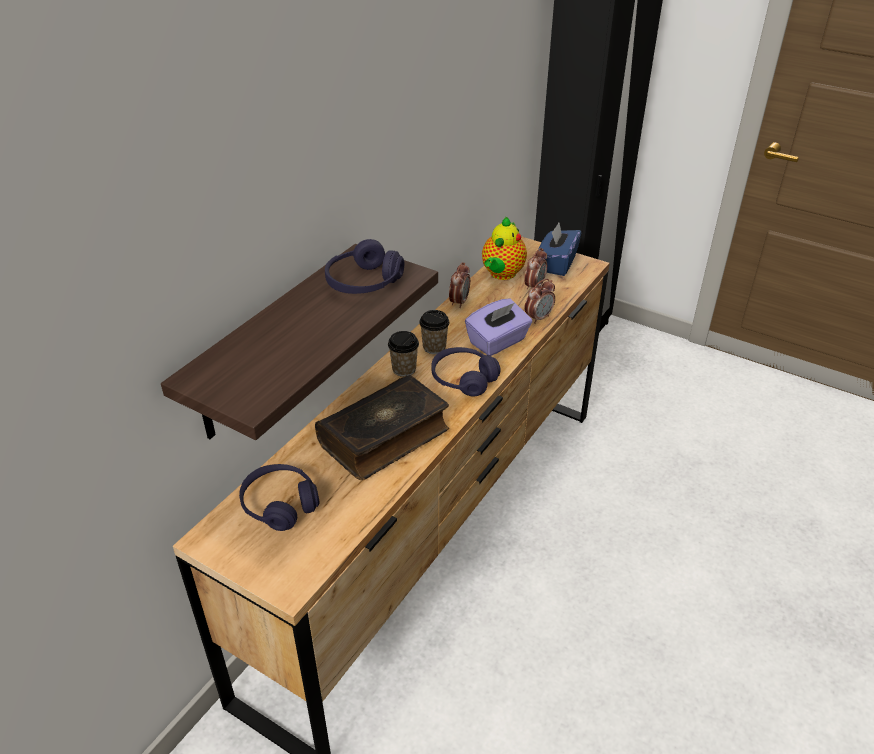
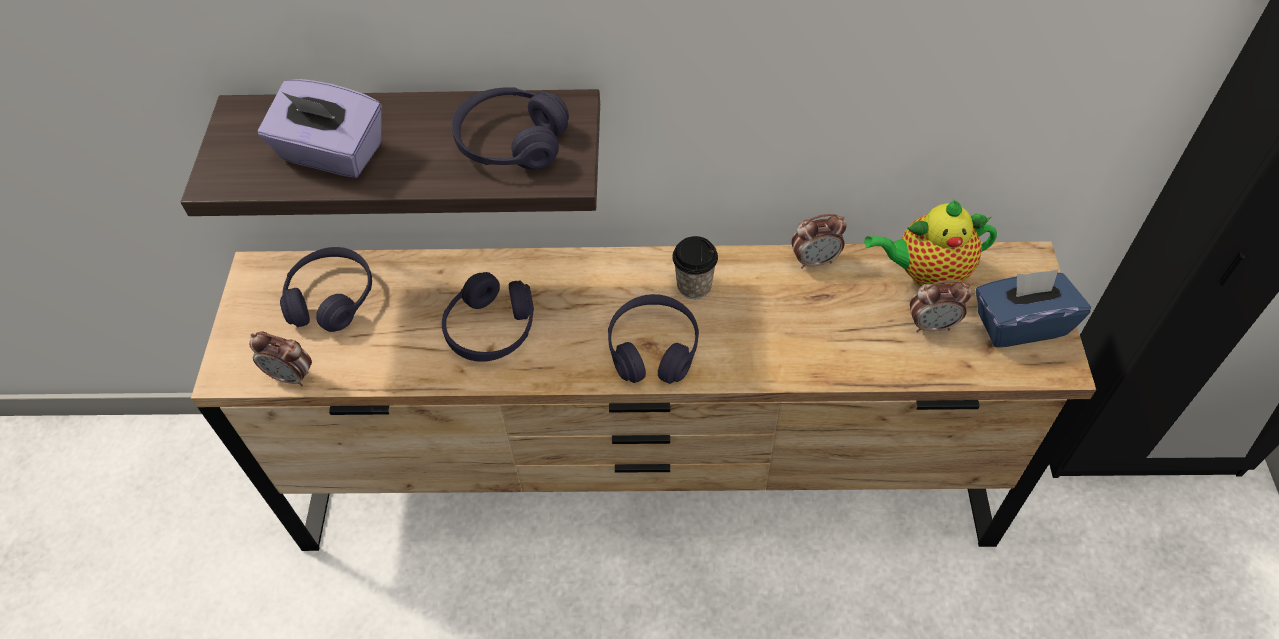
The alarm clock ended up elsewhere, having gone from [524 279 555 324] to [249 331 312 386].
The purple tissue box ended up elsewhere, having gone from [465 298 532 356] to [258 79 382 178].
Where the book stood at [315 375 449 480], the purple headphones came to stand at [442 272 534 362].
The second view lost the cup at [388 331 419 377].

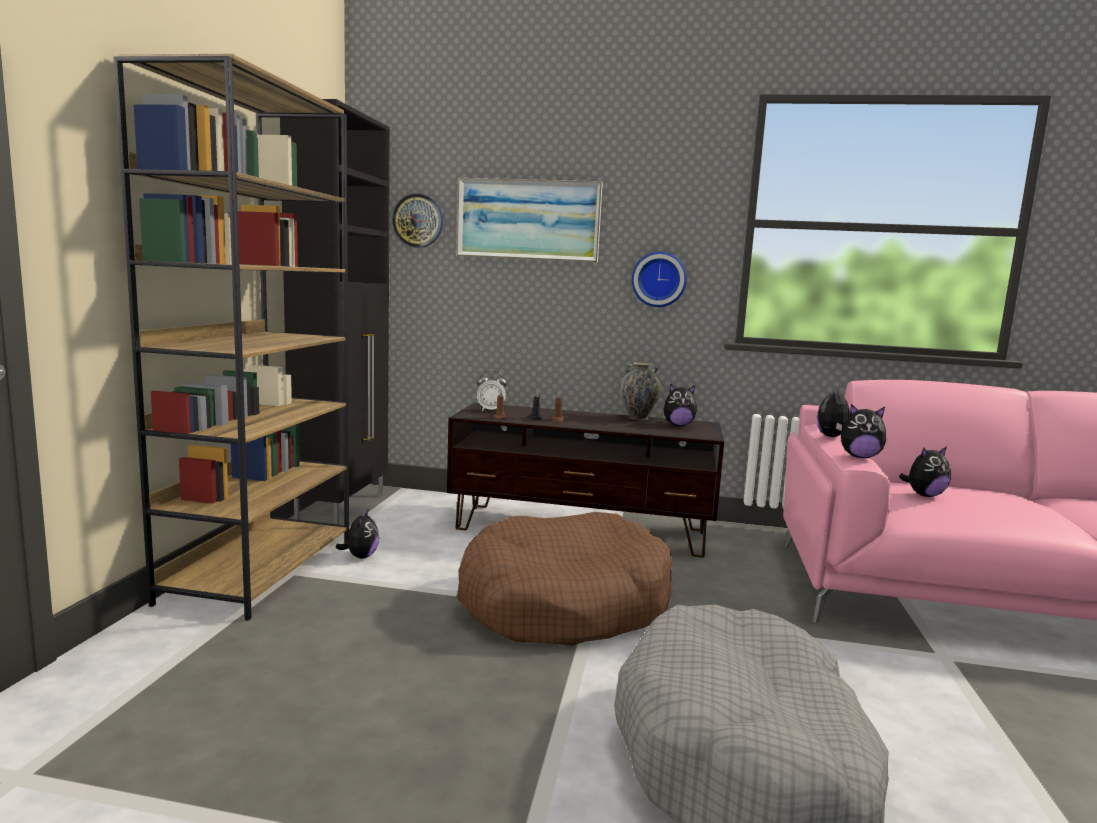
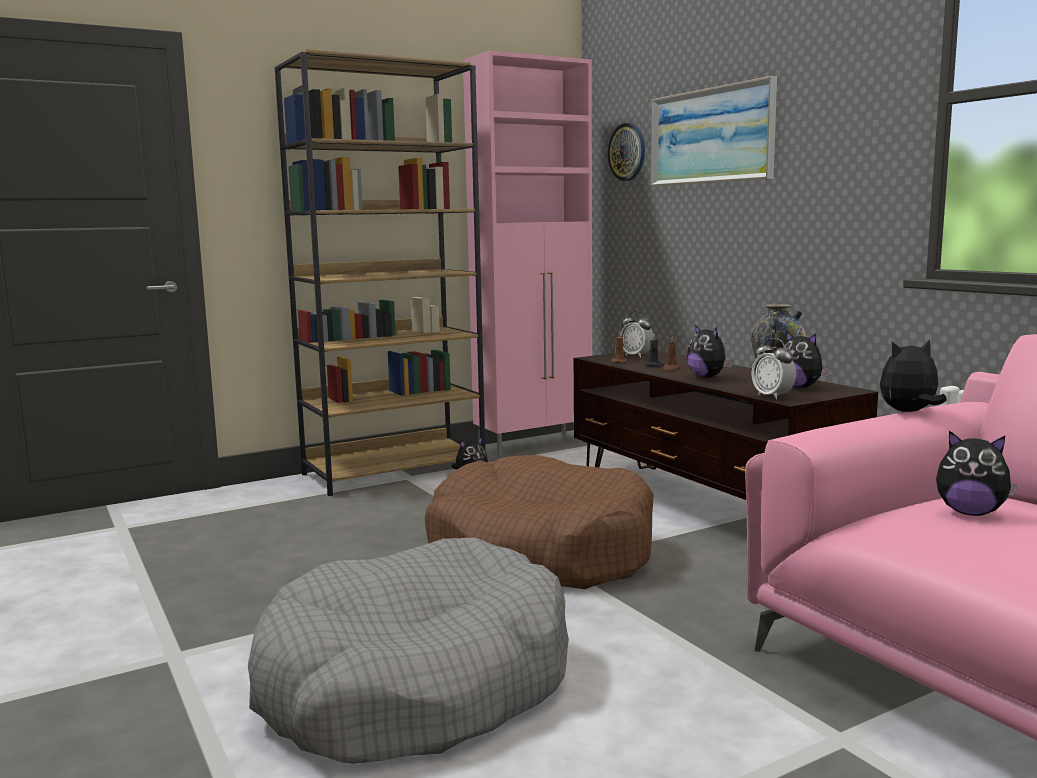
What was the black cabinet at [280 99 390 525] turned into the pink cabinet at [463 50 592 458].
The plush toy ended up elsewhere, having gone from [841 404 886 458] to [687 324 732 378].
The second view gained the alarm clock at [752 338 796 400].
The second view lost the wall clock at [632 252 687 307].

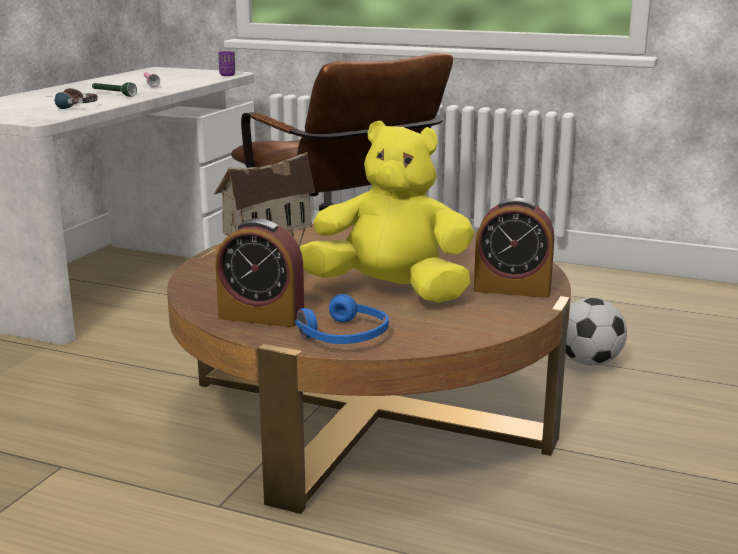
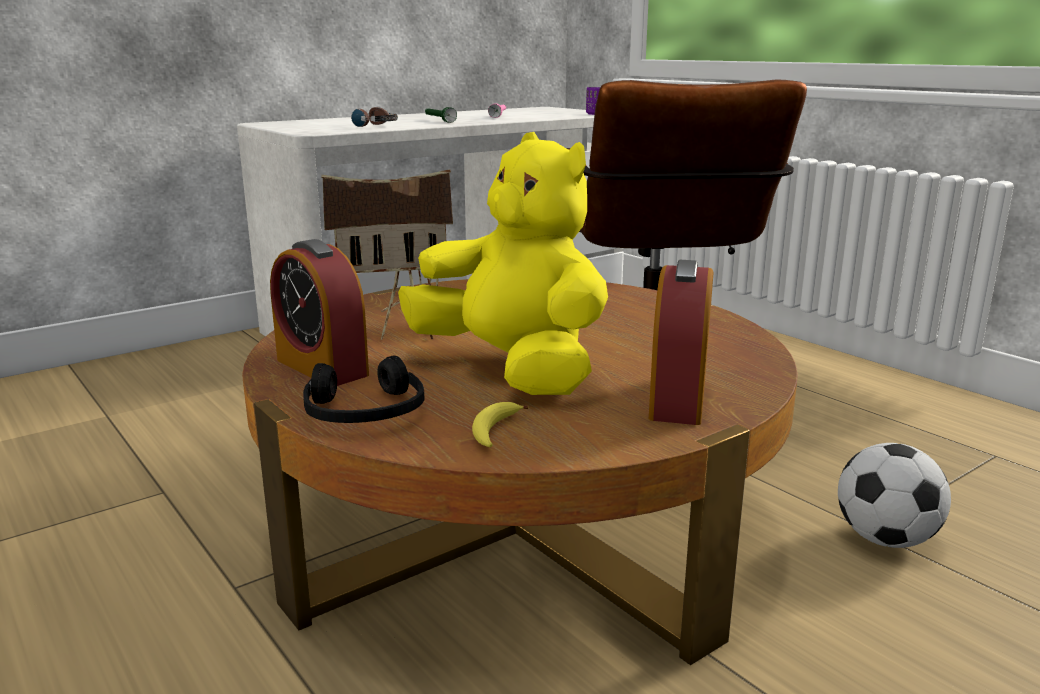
What was the blue headphones at [295 294 389 344] turned into the black headphones at [303 355 424 423].
The second view gained the banana at [472 402 528 447].
The alarm clock at [474 197 554 298] ended up facing another way, 60 degrees clockwise from before.

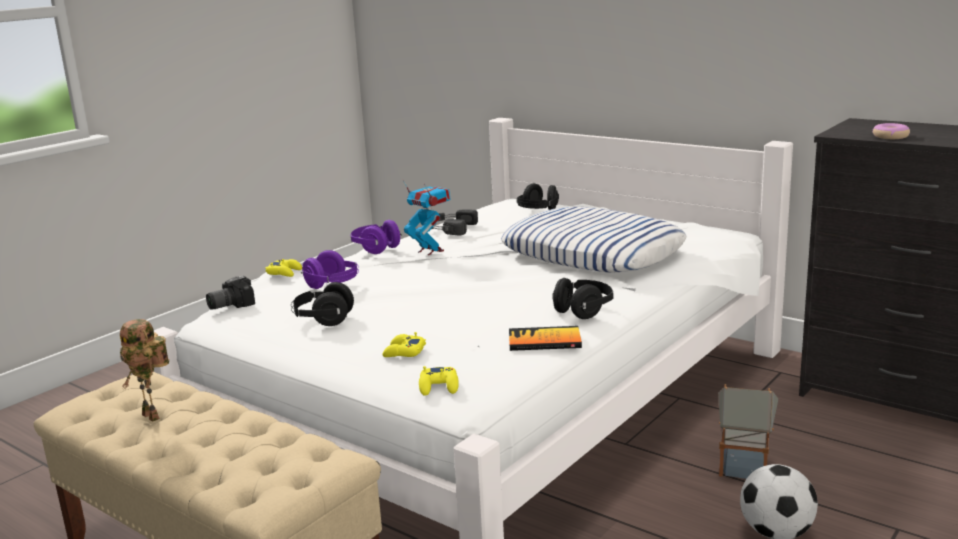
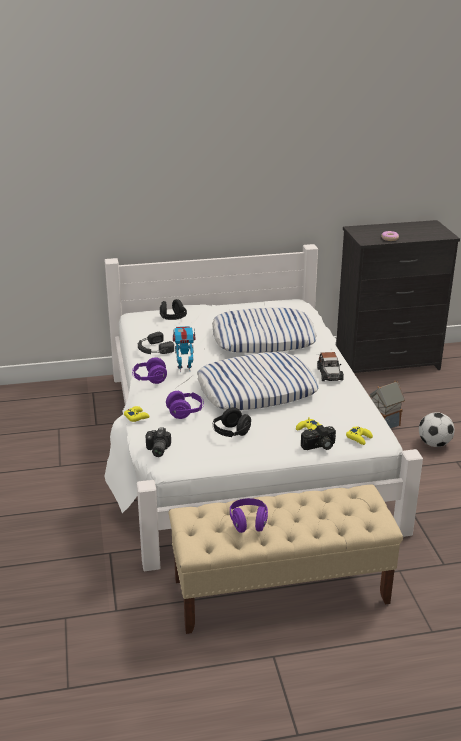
The second view gained the pillow at [197 352 319 410].
Where the toy robot stood at [120 319 169 422], the purple headphones came to stand at [230 498 268 533].
The second view gained the photo camera at [301 425 336 450].
Where the black headphones stood at [552 278 613 319], the toy car came to stand at [317 352 344 381].
The second view lost the book at [509 326 582 351].

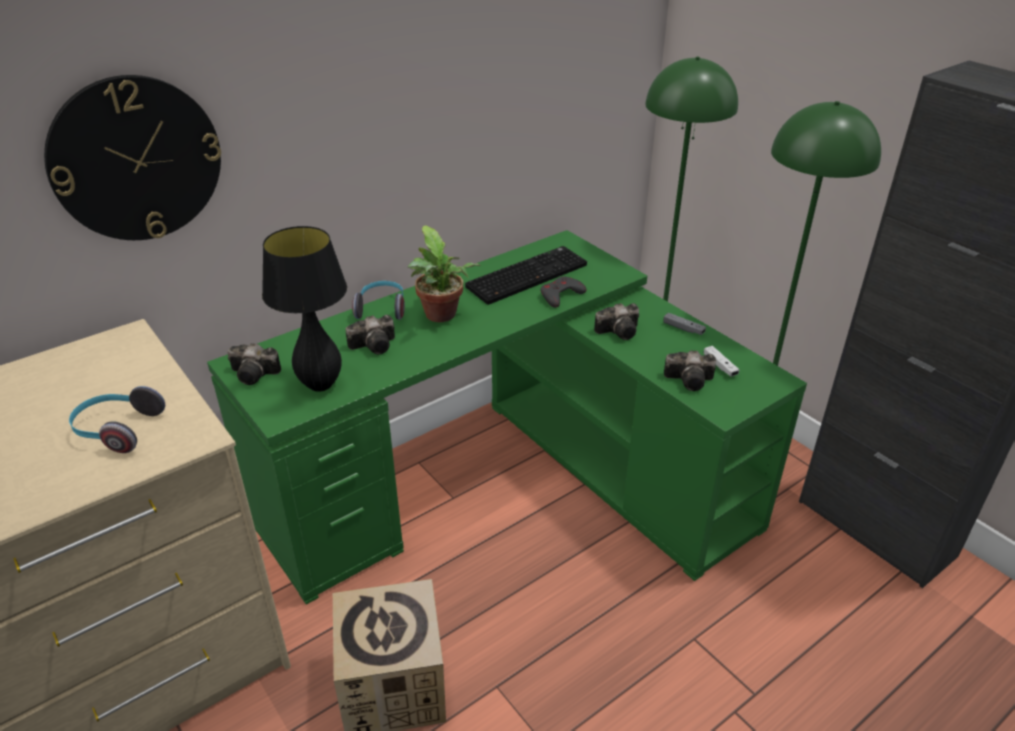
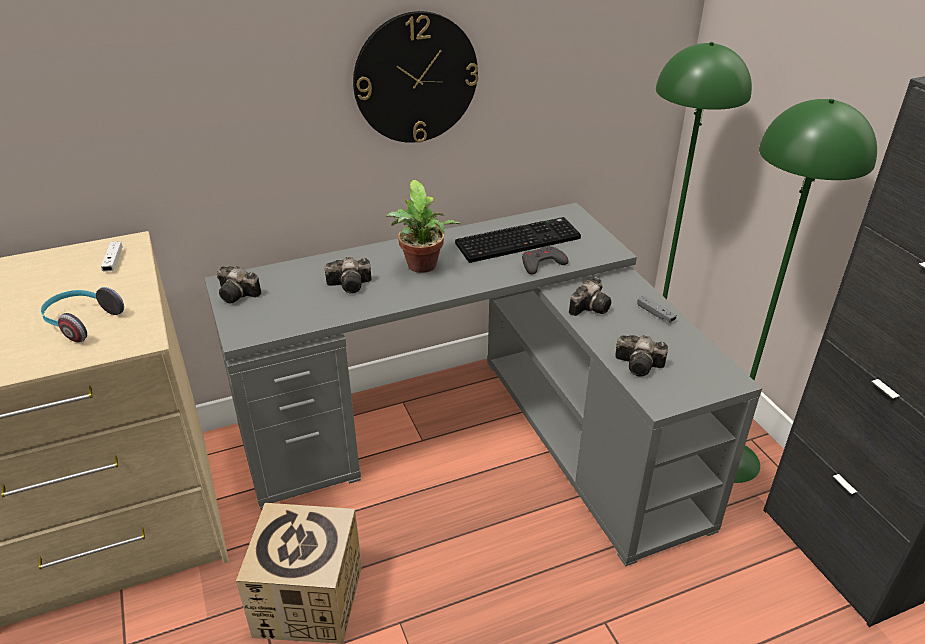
The white game controller ended up elsewhere, having gone from [704 346 740 377] to [101 241 123 272].
What was the green desk at [207 230 807 605] turned into the grey desk at [204 203 762 567].
The wall clock ended up elsewhere, having gone from [44 75 221 240] to [353 11 478 143].
The photo camera at [594 303 639 340] ended up facing another way, 45 degrees counterclockwise from before.
The second view lost the black table lamp at [262 226 347 392].
The second view lost the headphones at [352 281 405 320].

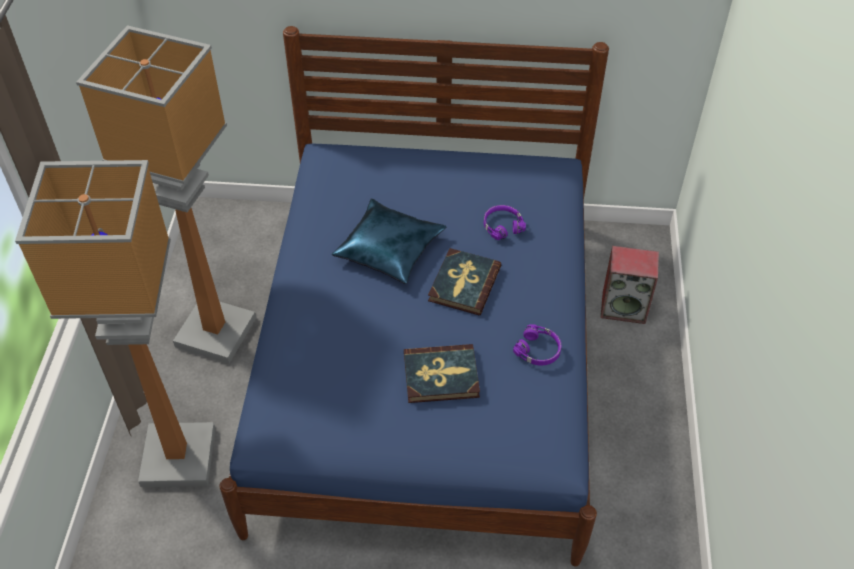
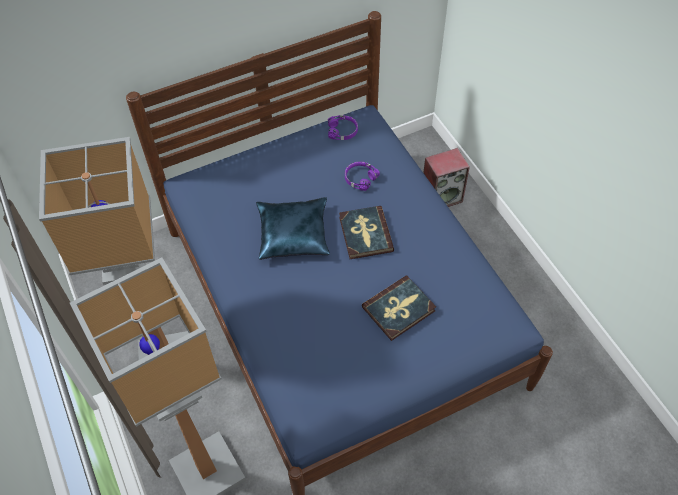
The purple headphones ended up elsewhere, having gone from [513 324 561 366] to [328 115 358 140].

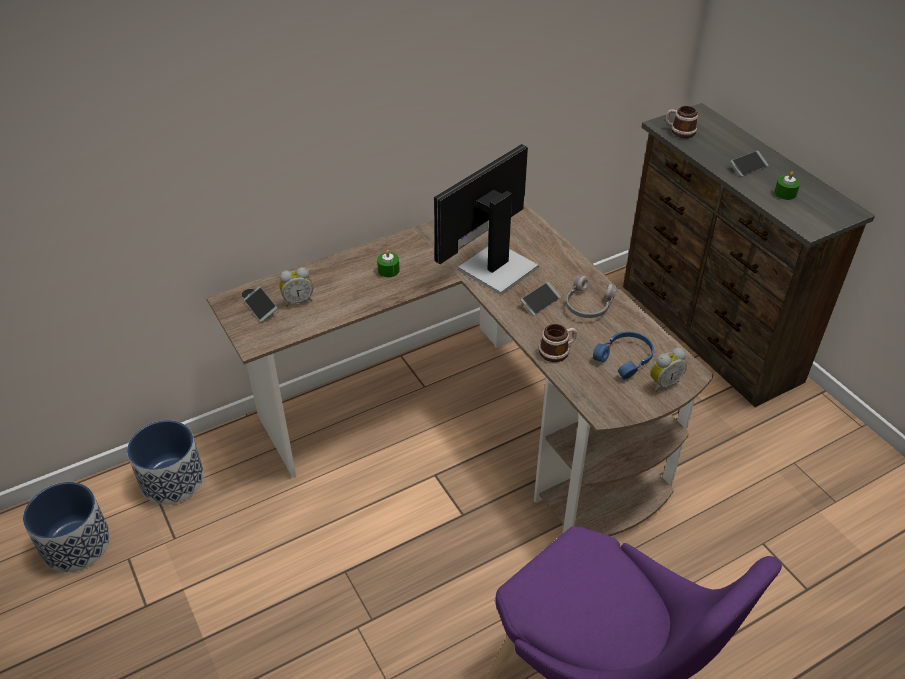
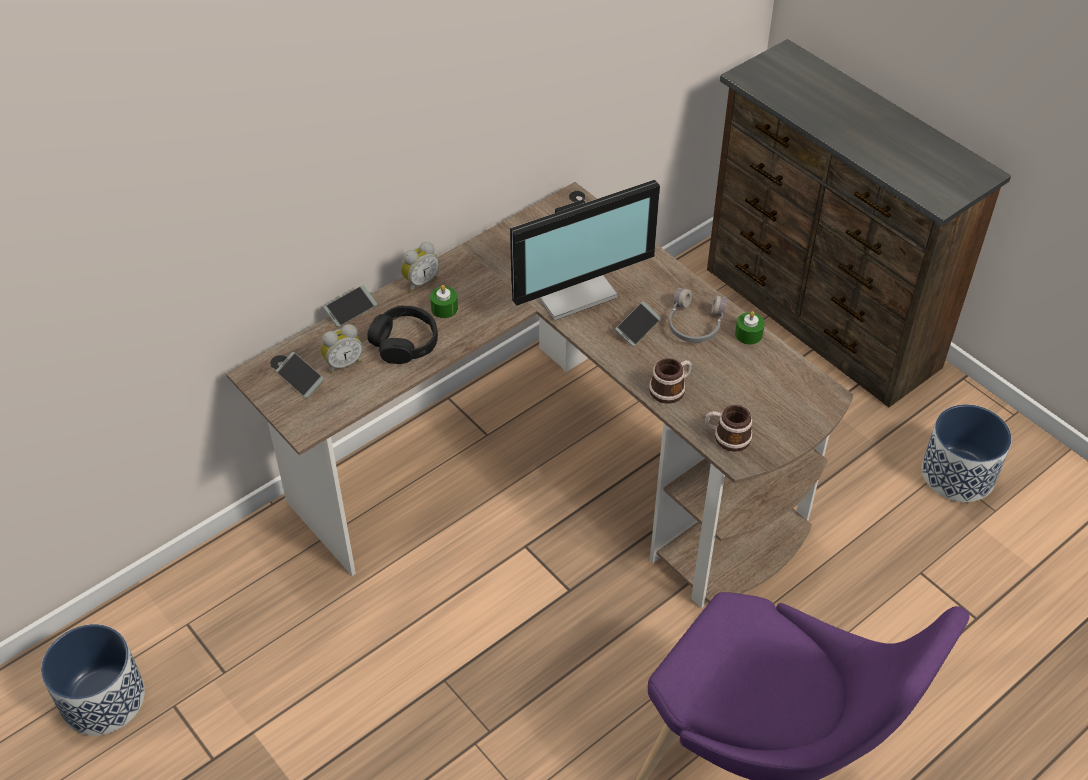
The phone ended up elsewhere, having gone from [730 151 768 177] to [324 285 377 327].
The second view gained the black headphones at [367 305 438 364].
The alarm clock ended up elsewhere, having gone from [650 348 687 392] to [401 242 439 292].
The monitor at [434 144 539 295] ended up facing another way, 150 degrees counterclockwise from before.
The mug ended up elsewhere, having gone from [665 106 698 138] to [705 405 753 452].
The green candle ended up elsewhere, having gone from [774 172 800 200] to [735 311 765 345].
The planter ended up elsewhere, having gone from [127 420 204 505] to [922 404 1012 502].
The second view lost the blue headphones at [593 332 654 380].

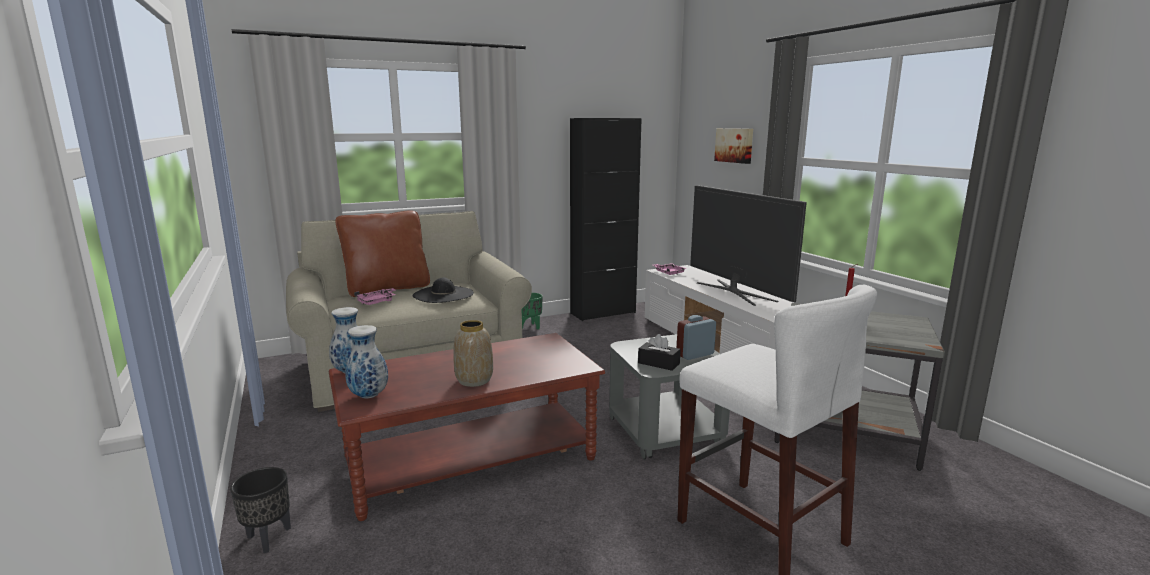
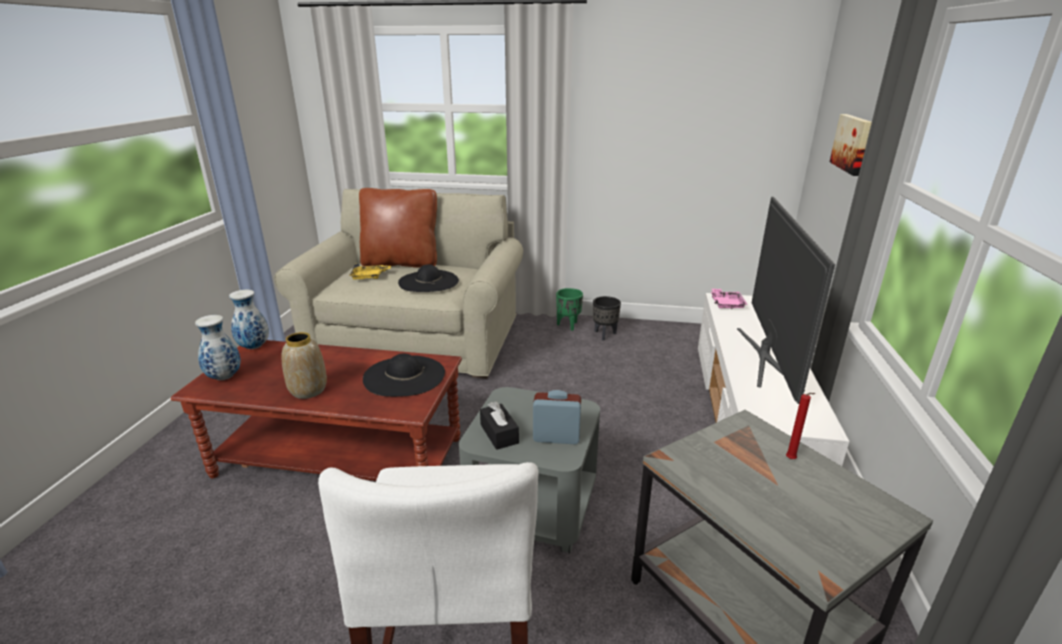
What was the pink tray at [354 288 396 305] turned into the yellow tray at [349 264 391 280].
The second view gained the black hat at [363 353 445 397].
The black planter ended up elsewhere, having gone from [230 467 291 553] to [593 296 621 341].
The second view lost the black cabinet at [570 118 642 321].

